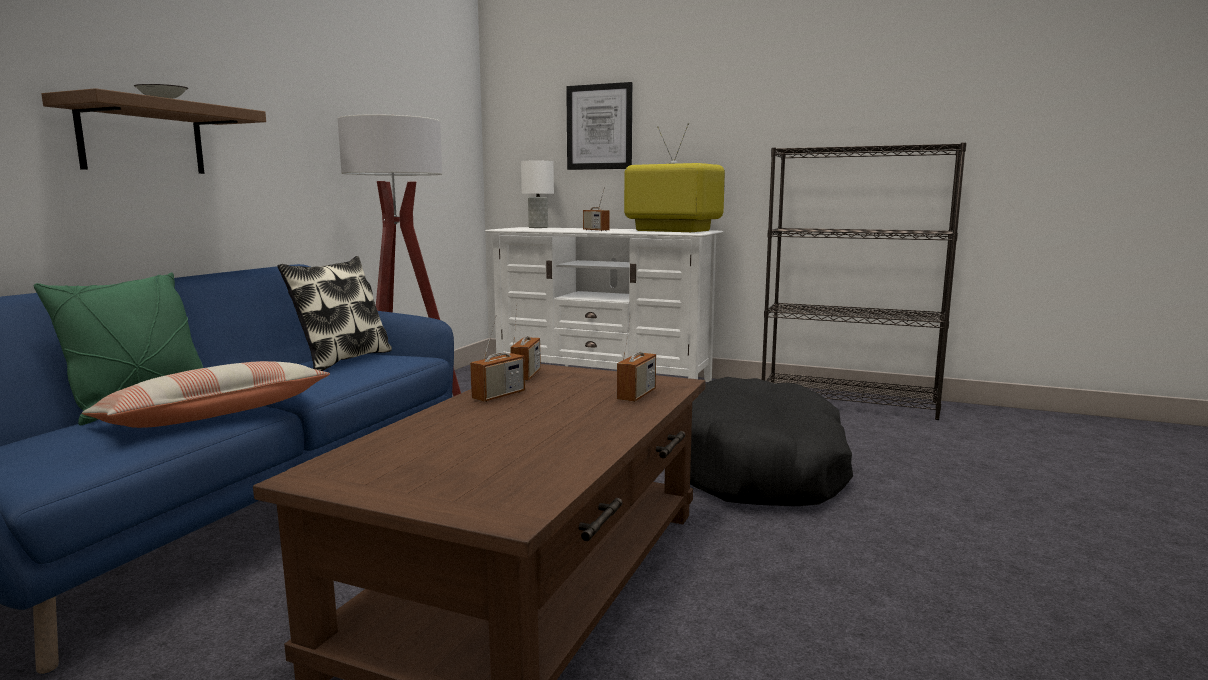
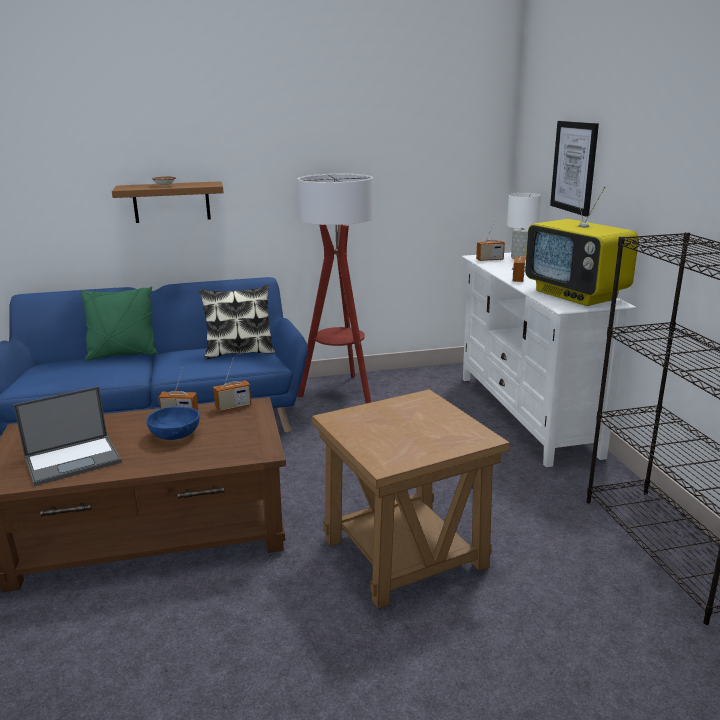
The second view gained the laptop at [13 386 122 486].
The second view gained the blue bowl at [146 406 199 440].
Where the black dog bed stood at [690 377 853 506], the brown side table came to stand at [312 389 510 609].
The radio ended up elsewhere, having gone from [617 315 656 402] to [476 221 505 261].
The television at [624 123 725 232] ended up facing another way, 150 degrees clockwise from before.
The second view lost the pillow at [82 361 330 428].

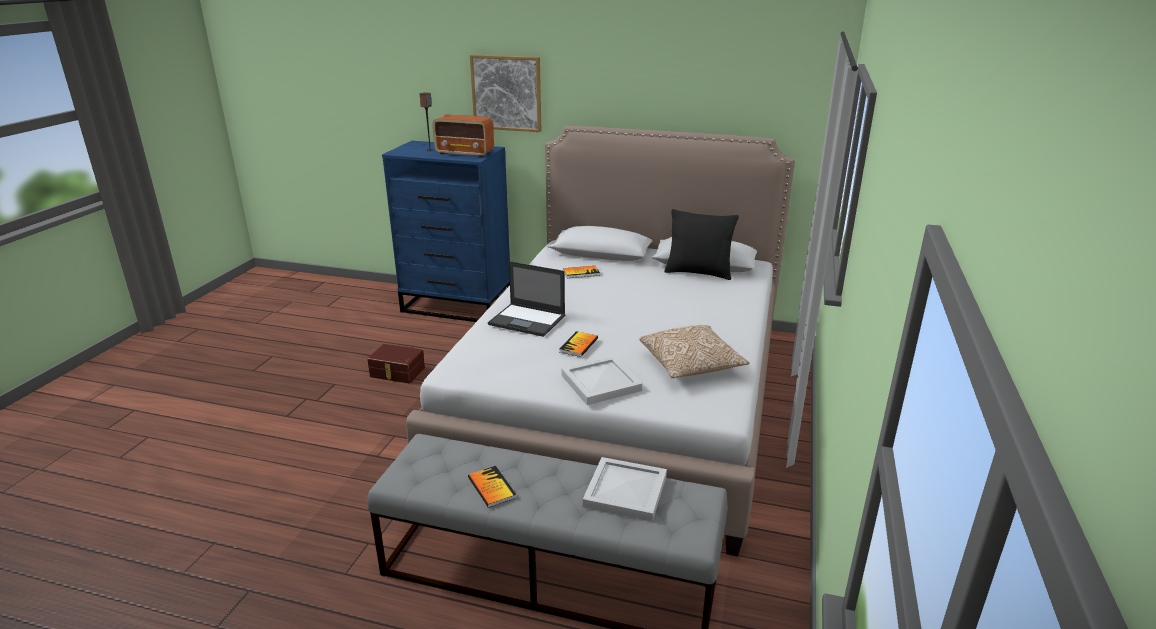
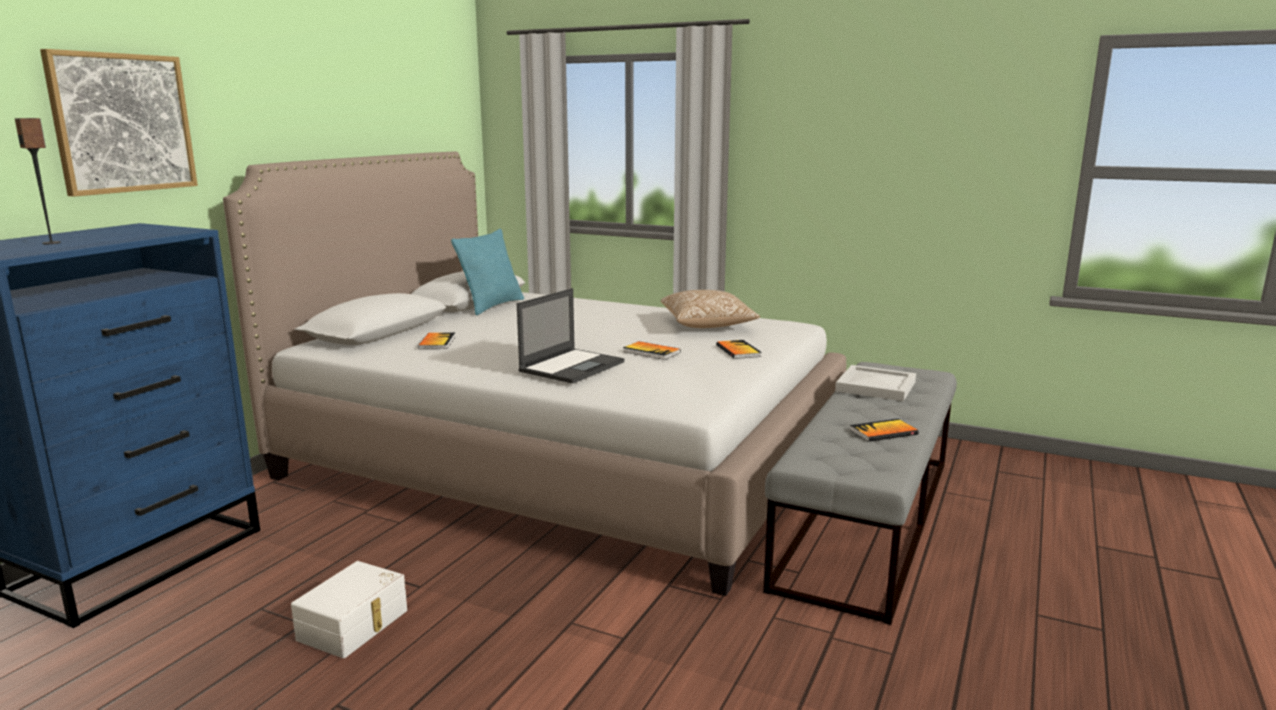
What was the brown storage box at [367 344 425 384] turned into the white storage box at [291 561 407 658].
What was the black pillow at [664 209 739 280] turned into the turquoise pillow at [451 229 524 315].
Where the white tray stood at [561 356 642 405], the book came to stand at [716 340 762 359].
The second view lost the radio at [433 115 494 157].

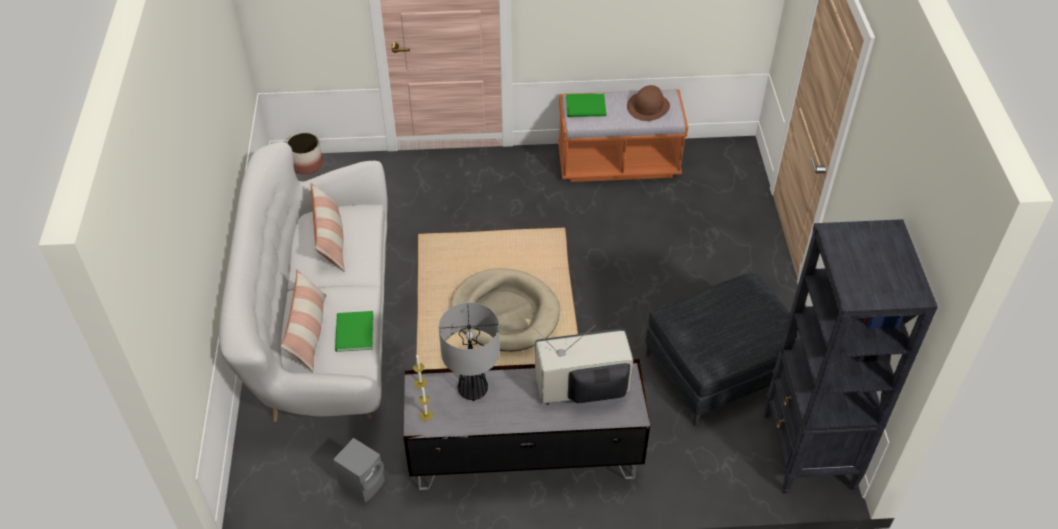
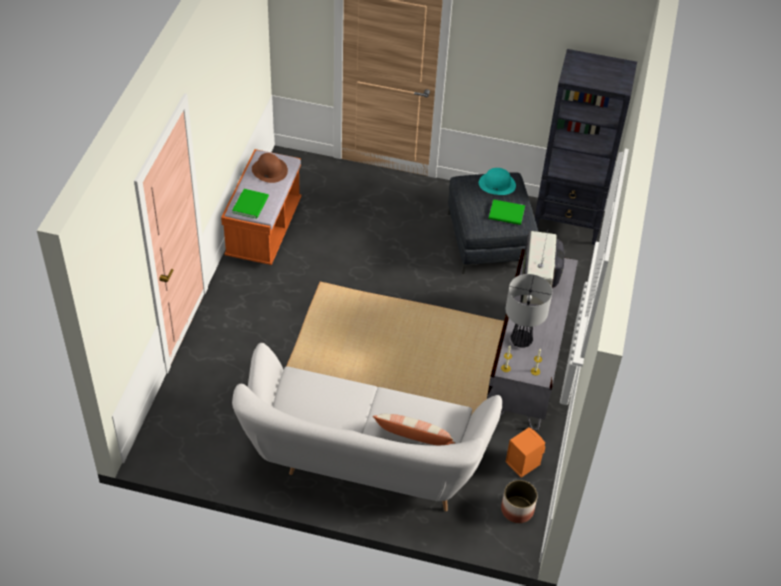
The second view gained the turquoise hat at [479 168 516 195].
The green book ended up elsewhere, having gone from [335 311 373 352] to [489 199 525 225].
The planter ended up elsewhere, having gone from [287 132 323 175] to [501 480 537 523].
What was the grey speaker at [333 438 385 503] turned into the orange speaker at [506 427 545 478].
The second view lost the pillow at [310 183 345 272].
The second view lost the beige dog bed at [451 268 560 351].

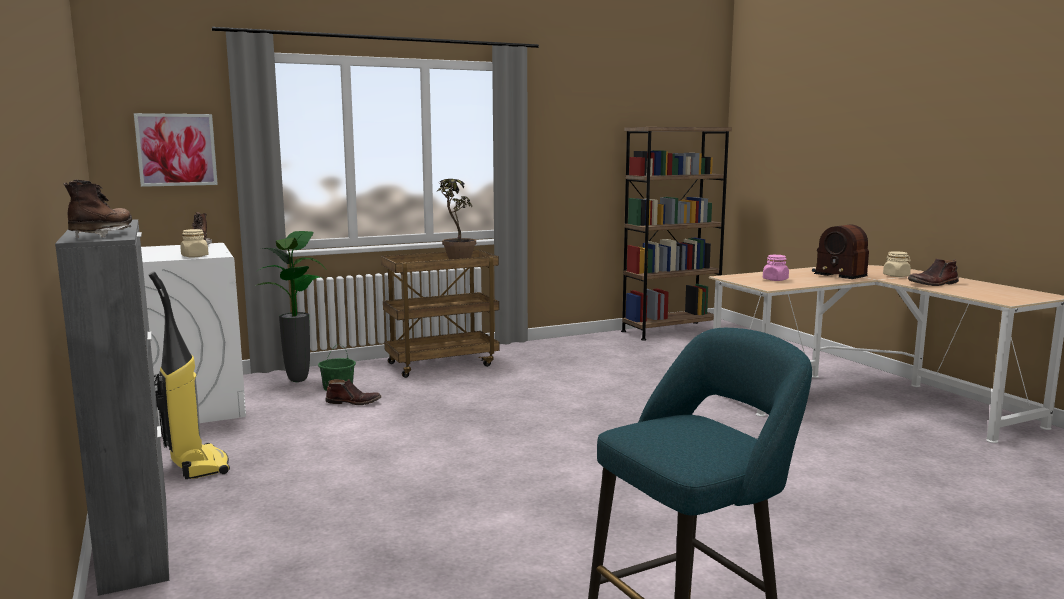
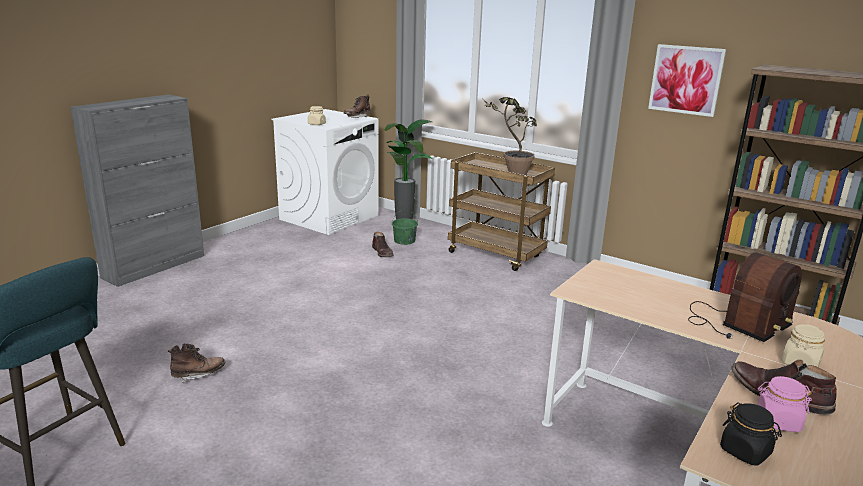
The brown boot ended up elsewhere, having gone from [64 179 132 239] to [168 343 225 384].
The picture ended up elsewhere, having gone from [134 113 218 187] to [648 44 726 117].
The radio at [812 225 869 279] ended up facing another way, 150 degrees counterclockwise from before.
The second view gained the black jar at [720 402 782 466].
The pink jar ended up elsewhere, having gone from [763 255 789 281] to [757 376 812 432].
The second view lost the vacuum cleaner at [148 271 230 479].

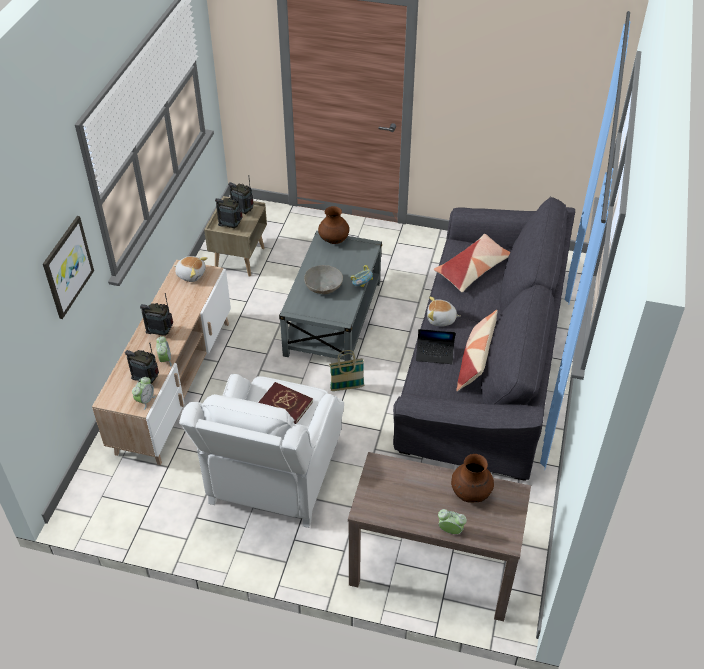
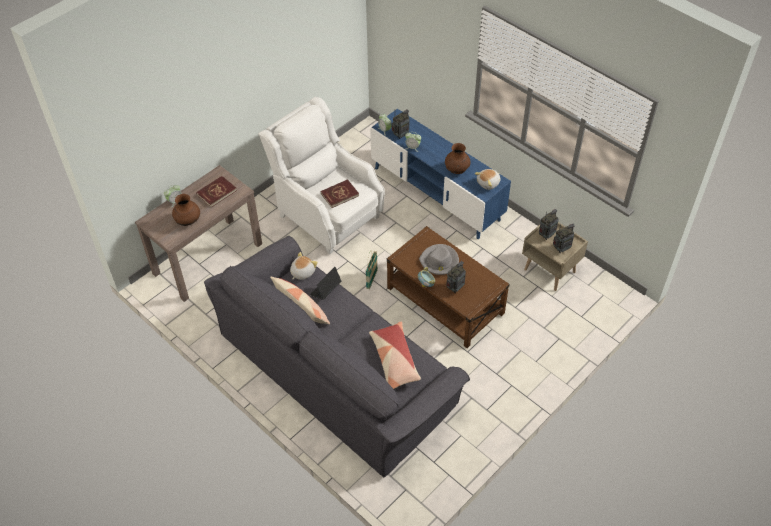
The second view gained the red book at [196 176 237 207].
The plush toy ended up elsewhere, having gone from [427 297 461 326] to [290 252 318 280].
What was the beige tv stand at [92 260 231 465] turned into the blue tv stand at [370 109 511 239].
What was the grey coffee table at [279 231 382 361] turned into the brown coffee table at [387 226 510 348].
Where the grey bowl stood at [304 265 343 294], the grey hat came to stand at [419 244 459 275].
The brown vase ended up elsewhere, having gone from [318 206 349 244] to [445 143 471 174].
The radio ended up elsewhere, having gone from [140 293 173 336] to [446 261 466 293].
The second view lost the picture at [43 216 94 319].

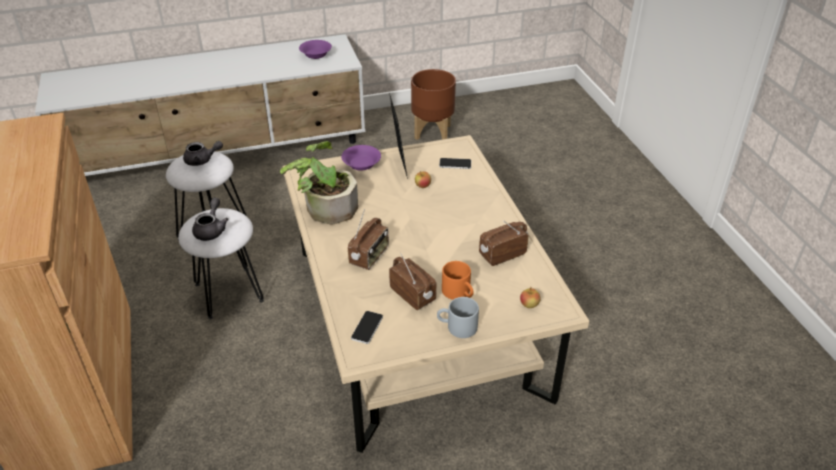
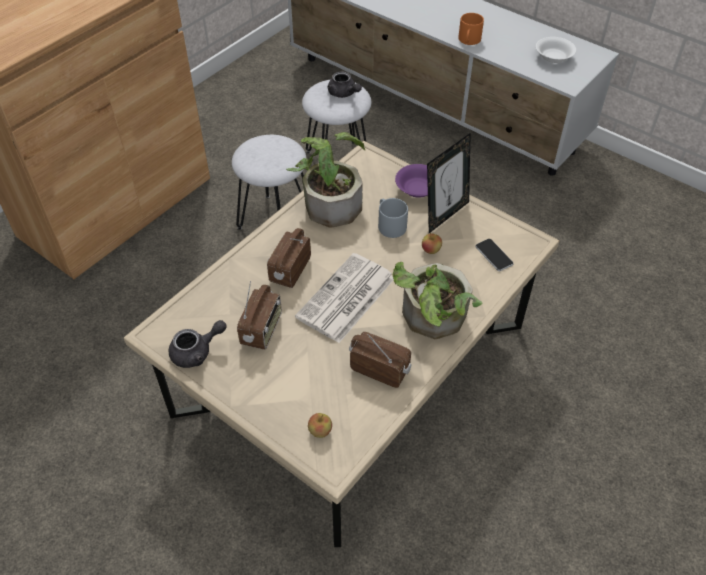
The grey teapot ended up elsewhere, having gone from [192 198 228 241] to [169 320 227 368].
The radio at [348 209 389 270] ended up facing another way, 120 degrees clockwise from before.
The second view gained the newspaper at [295 253 394 343].
The grey mug ended up elsewhere, having gone from [437 297 479 338] to [378 198 408 238].
The second view gained the potted plant at [393 262 483 339].
The orange mug ended up elsewhere, having gone from [442 261 473 300] to [458 13 484 45].
What was the purple bowl at [299 40 332 59] turned into the white bowl at [536 37 576 63].
The second view lost the phone at [351 311 383 344].
The second view lost the brown planter at [411 69 456 140].

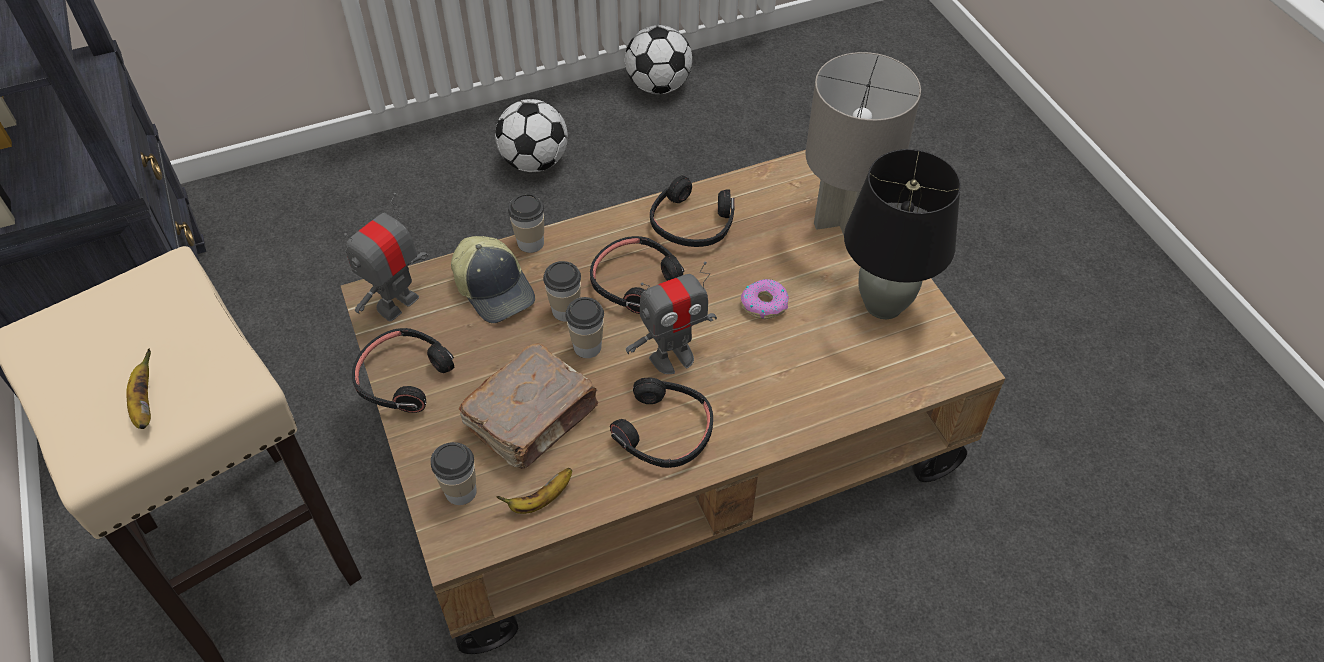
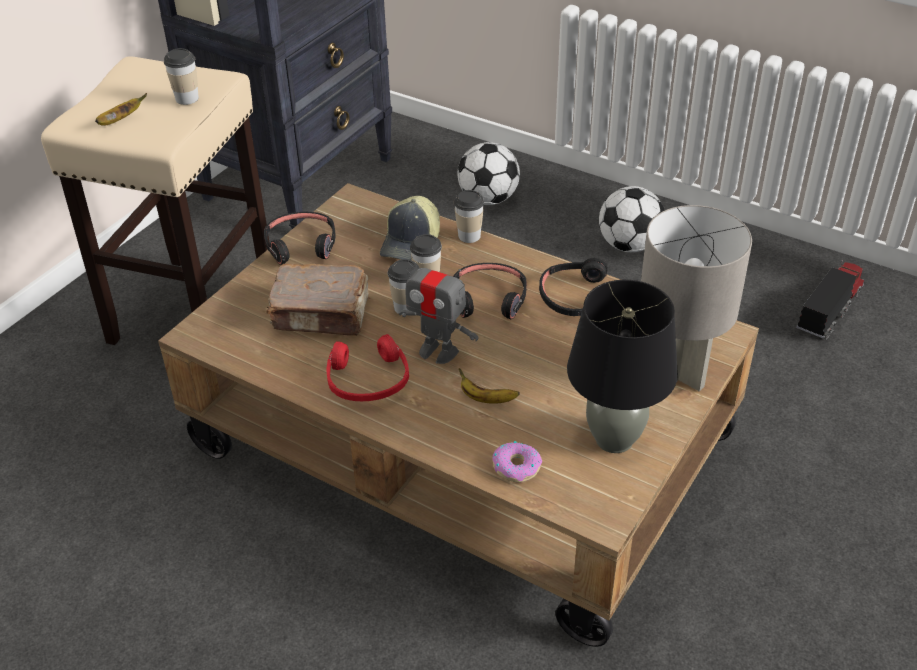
The cup ended up elsewhere, having gone from [431 442 477 505] to [164 48 199 105].
What was the black headphones at [610 377 713 468] turned into the red headphones at [327 334 409 401].
The football ended up elsewhere, having gone from [625 25 692 94] to [458 142 520 205].
The banana ended up elsewhere, having gone from [496 468 572 514] to [459 368 520 404].
The donut ended up elsewhere, having gone from [741 279 789 319] to [493 441 542 483].
The second view gained the toy truck at [796 260 864 340].
The second view lost the toy robot at [344 193 428 321].

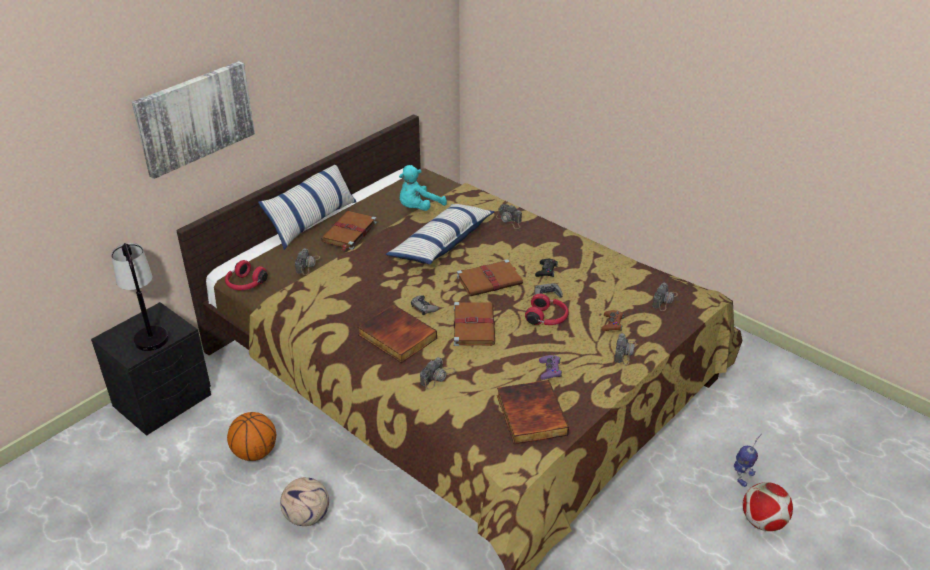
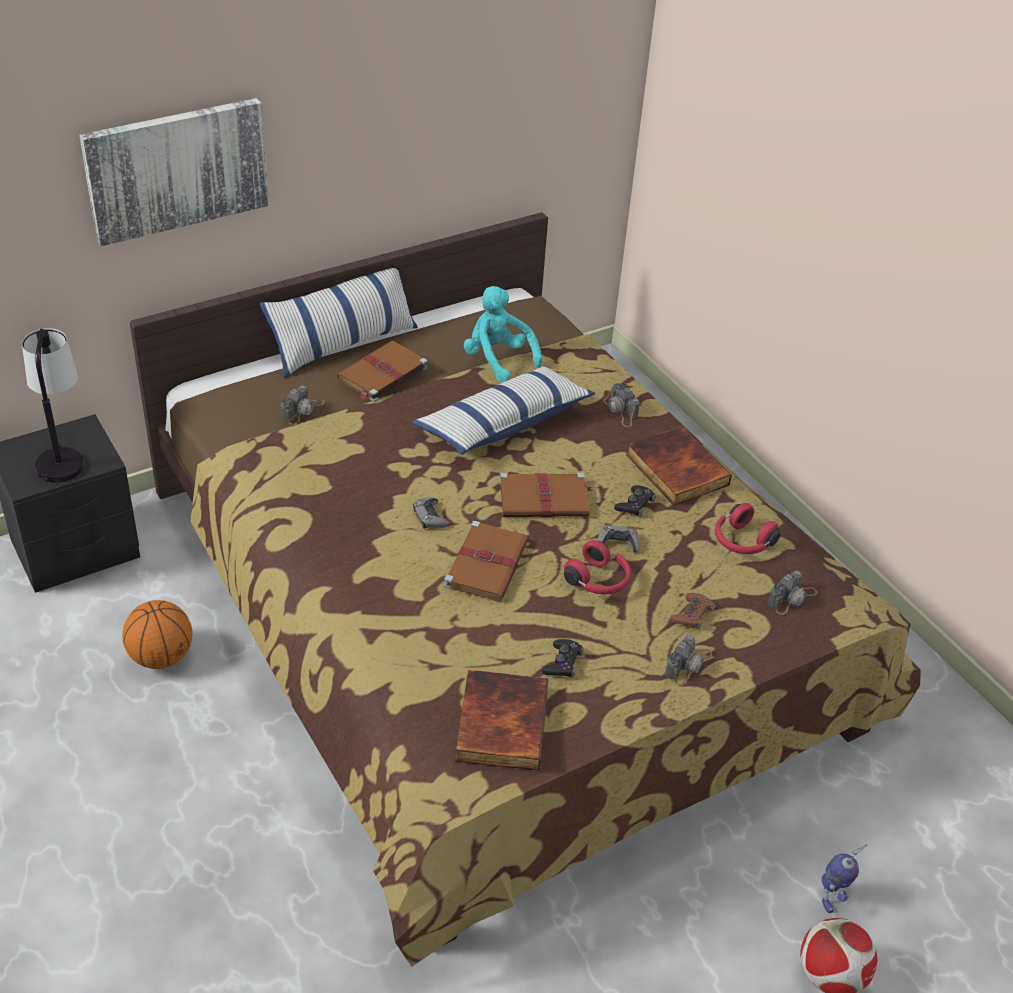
The turquoise plush toy at [399 165 447 211] ended up facing another way, 75 degrees clockwise from before.
What was the purple game controller at [539 355 562 380] turned into the black game controller at [542 639 584 678].
The book ended up elsewhere, having gone from [358 304 437 363] to [626 426 732 506].
The red headphones ended up elsewhere, having gone from [225 260 268 290] to [715 503 781 554].
The second view lost the football at [280 477 329 526].
The second view lost the photo camera at [420 357 456 390].

